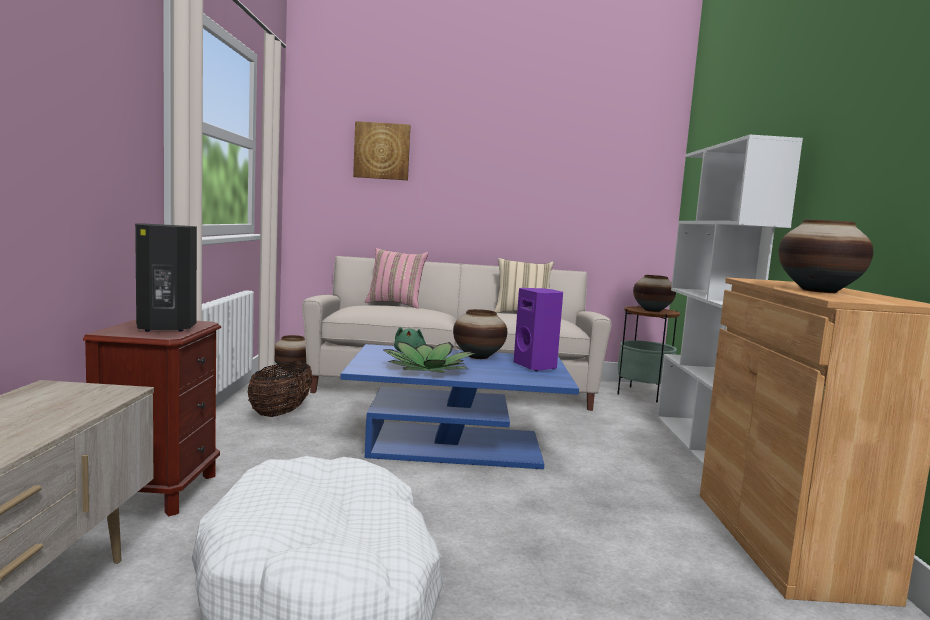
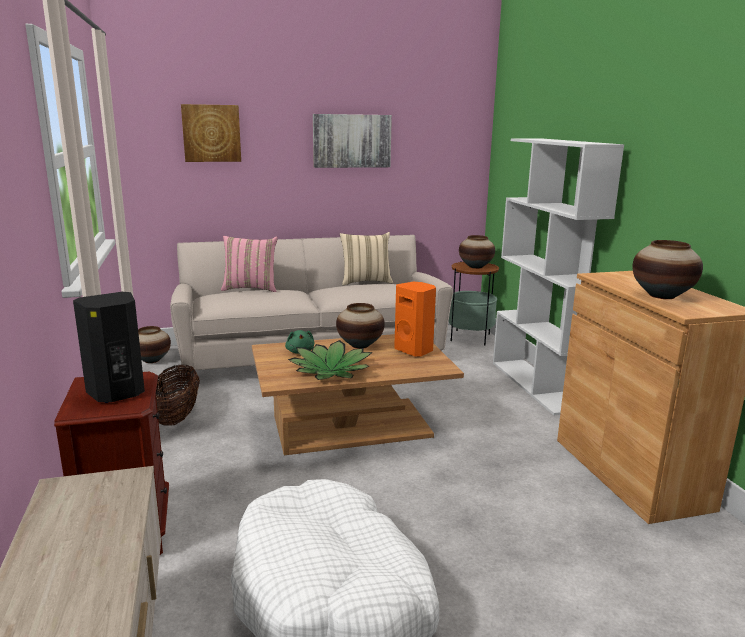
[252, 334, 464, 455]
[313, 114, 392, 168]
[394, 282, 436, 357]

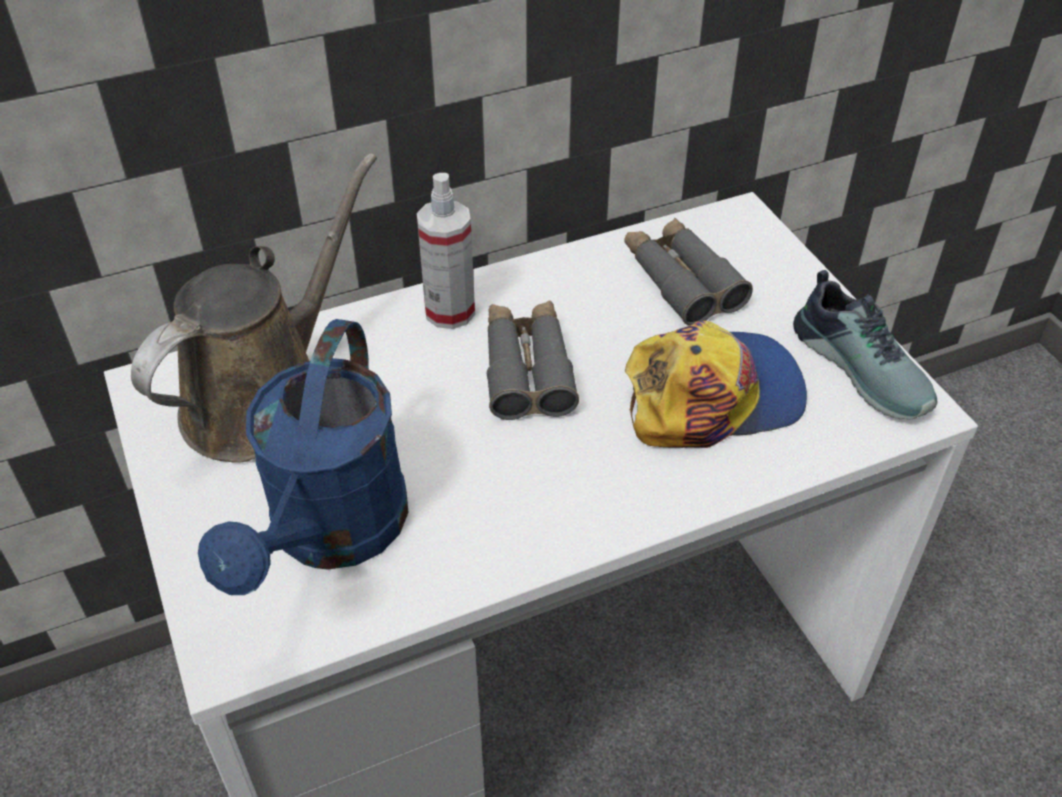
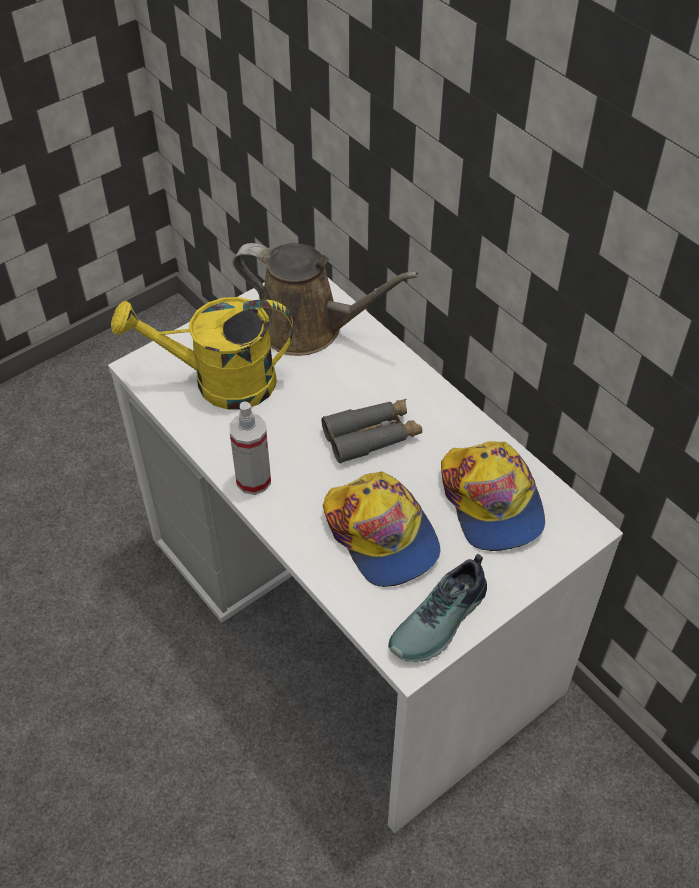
[111, 297, 293, 410]
[229, 402, 271, 495]
[441, 441, 545, 551]

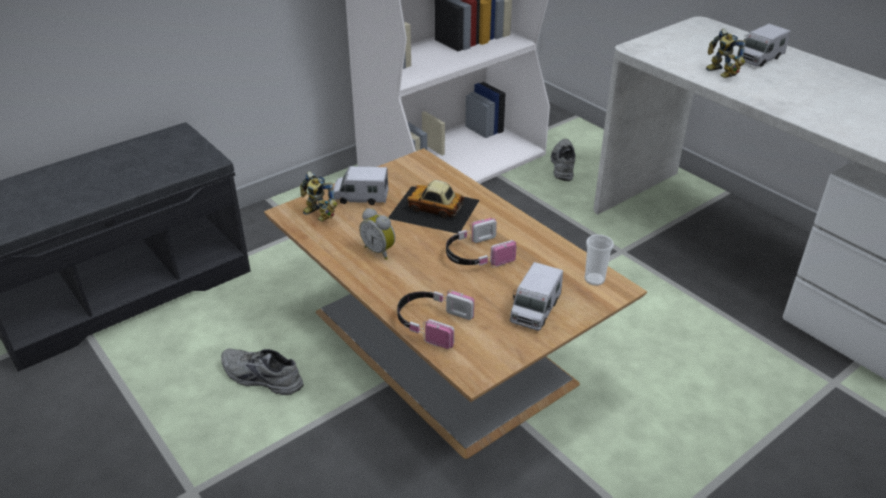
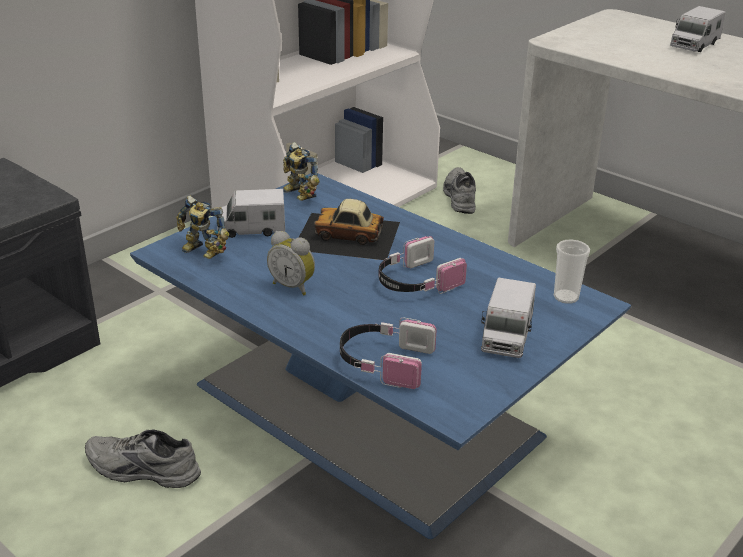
[130, 173, 631, 539]
[283, 142, 320, 201]

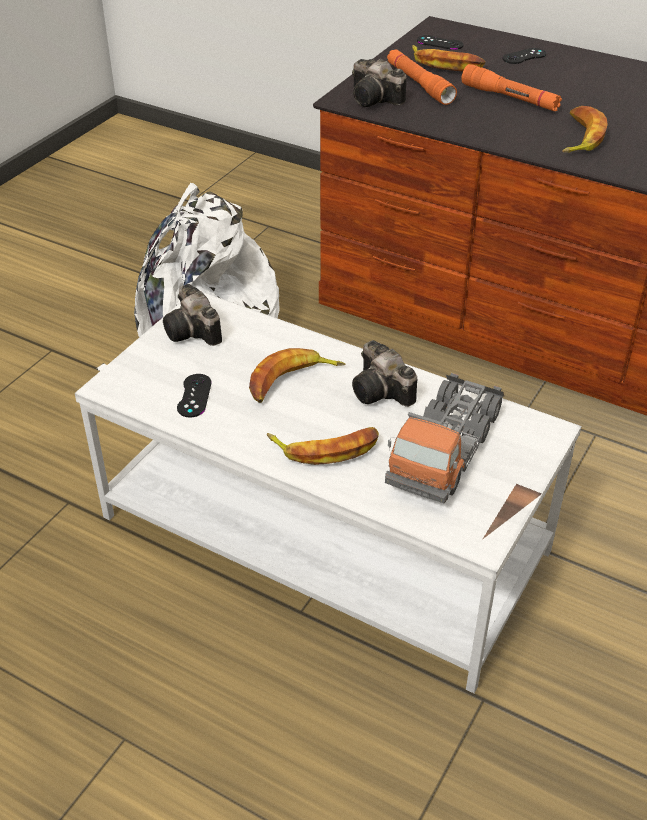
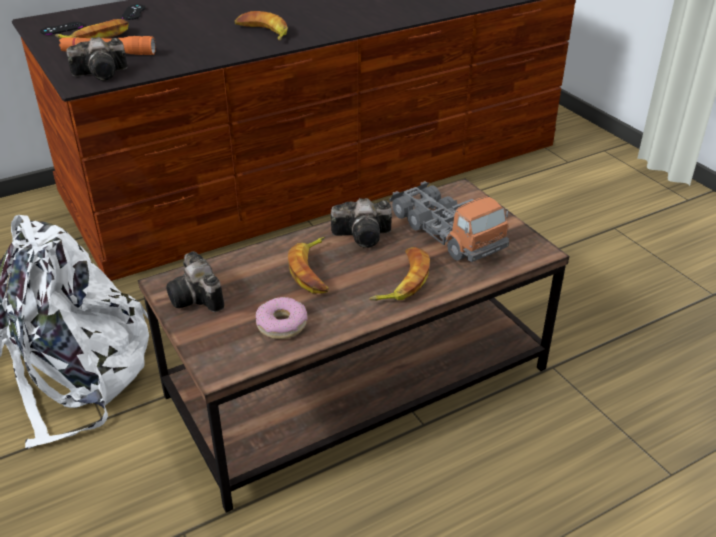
[138, 178, 569, 513]
[166, 251, 224, 312]
[256, 297, 307, 339]
[462, 64, 562, 111] (first image)

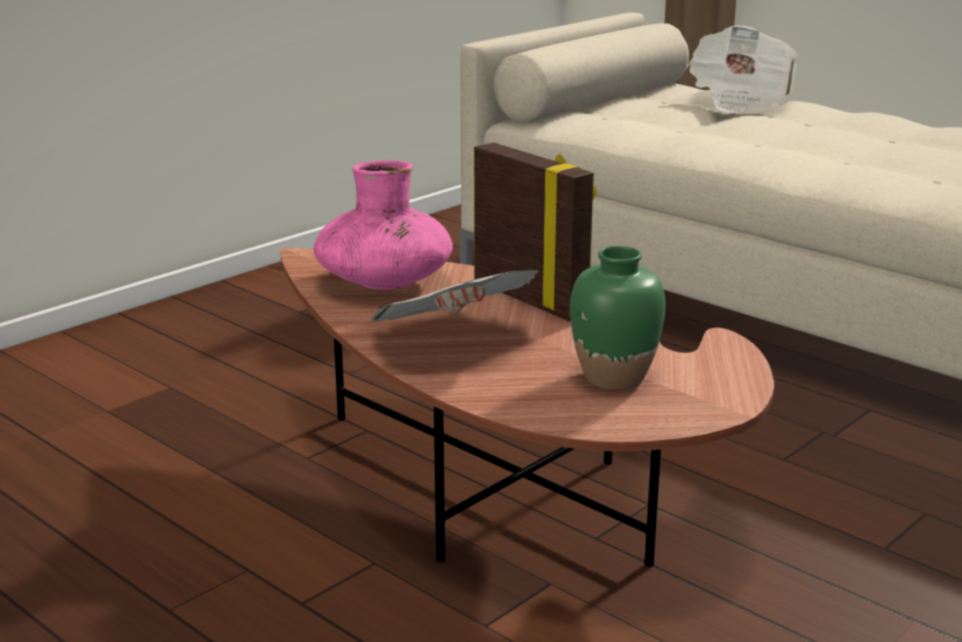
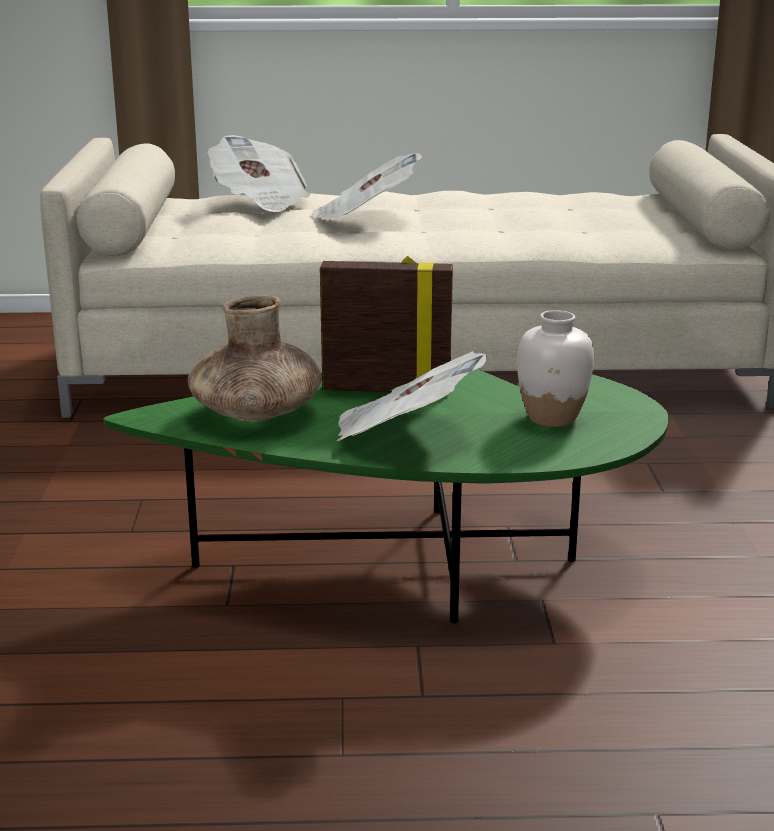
[103, 369, 669, 623]
[188, 295, 322, 422]
[311, 153, 422, 221]
[517, 310, 594, 427]

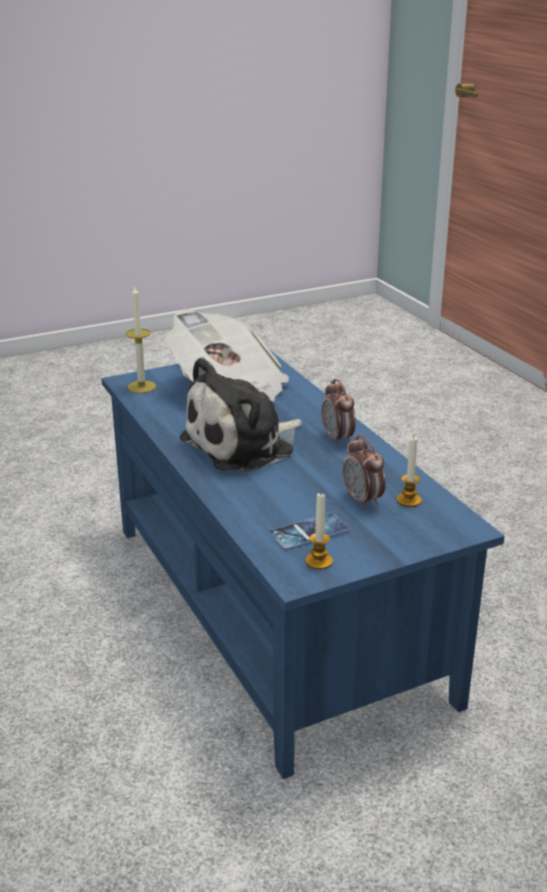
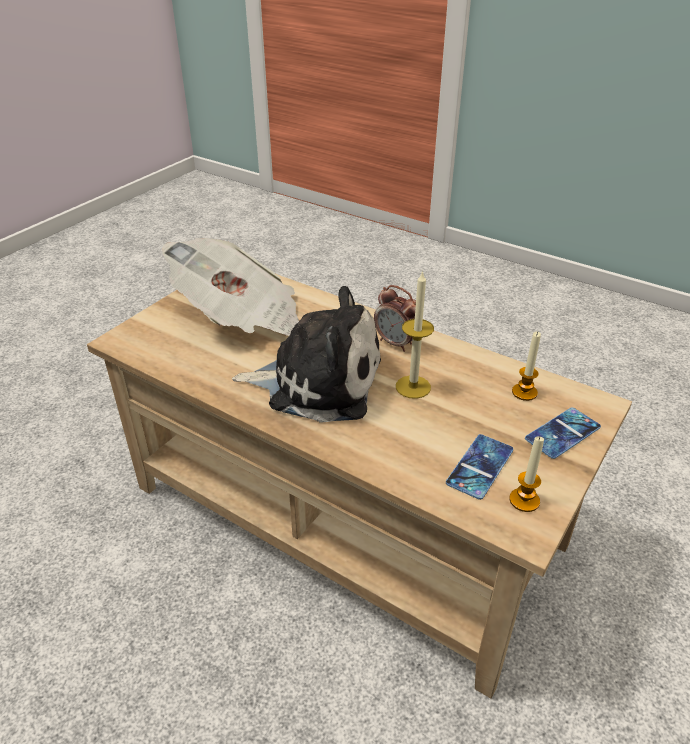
[87, 274, 632, 699]
[232, 286, 381, 423]
[396, 270, 434, 399]
[525, 408, 601, 459]
[343, 435, 386, 509] (first image)

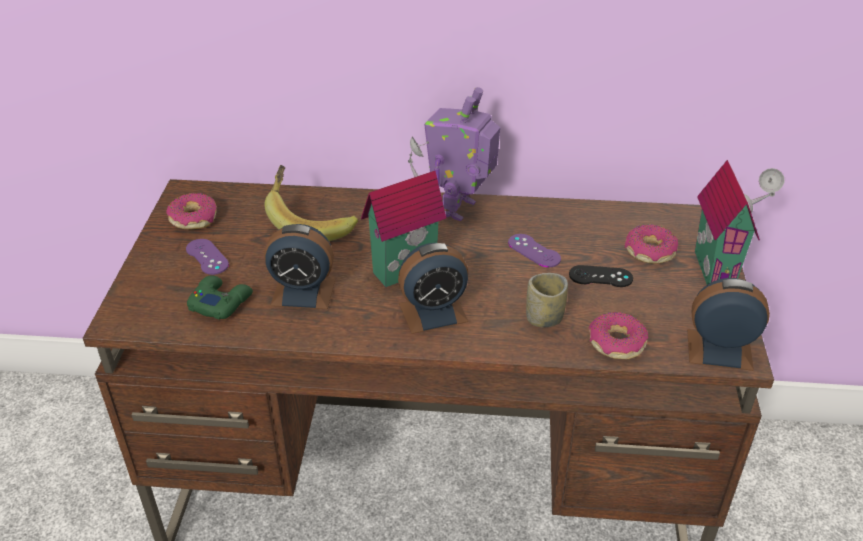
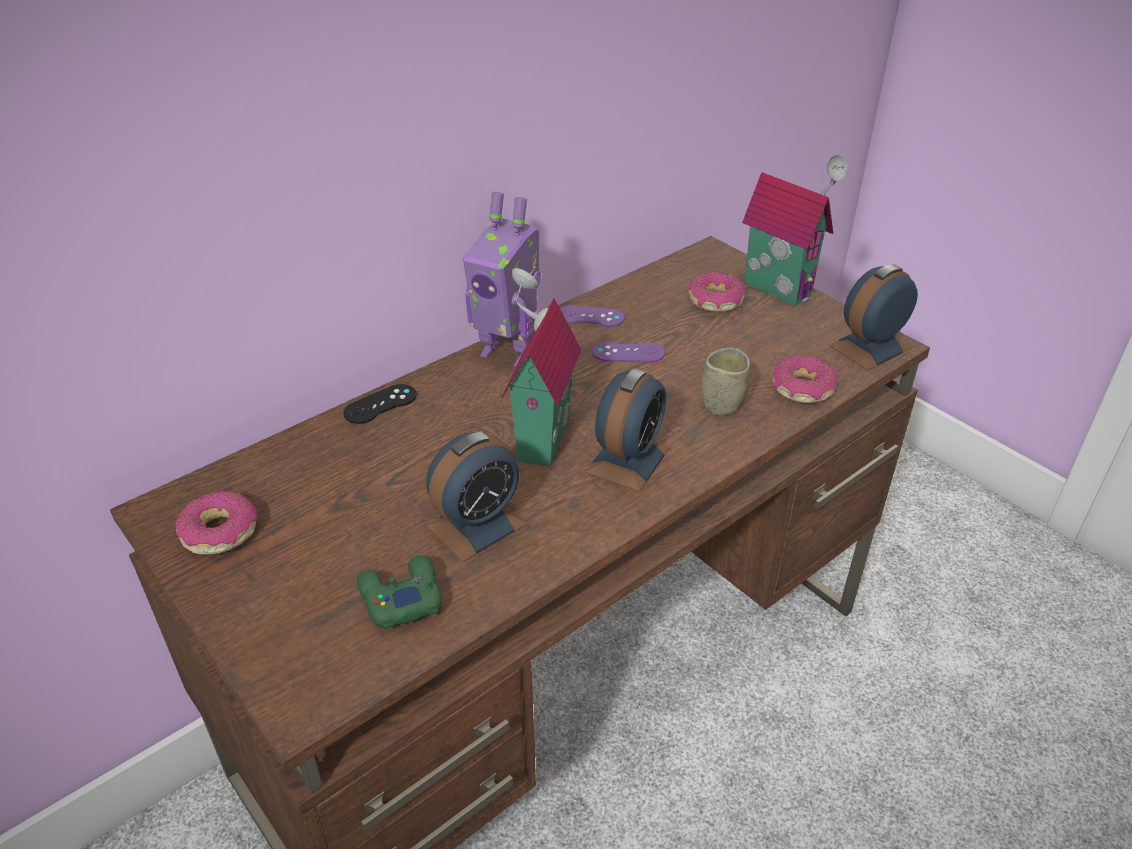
[343, 384, 417, 424]
[463, 192, 541, 367]
[560, 305, 625, 327]
[264, 165, 358, 241] (first image)

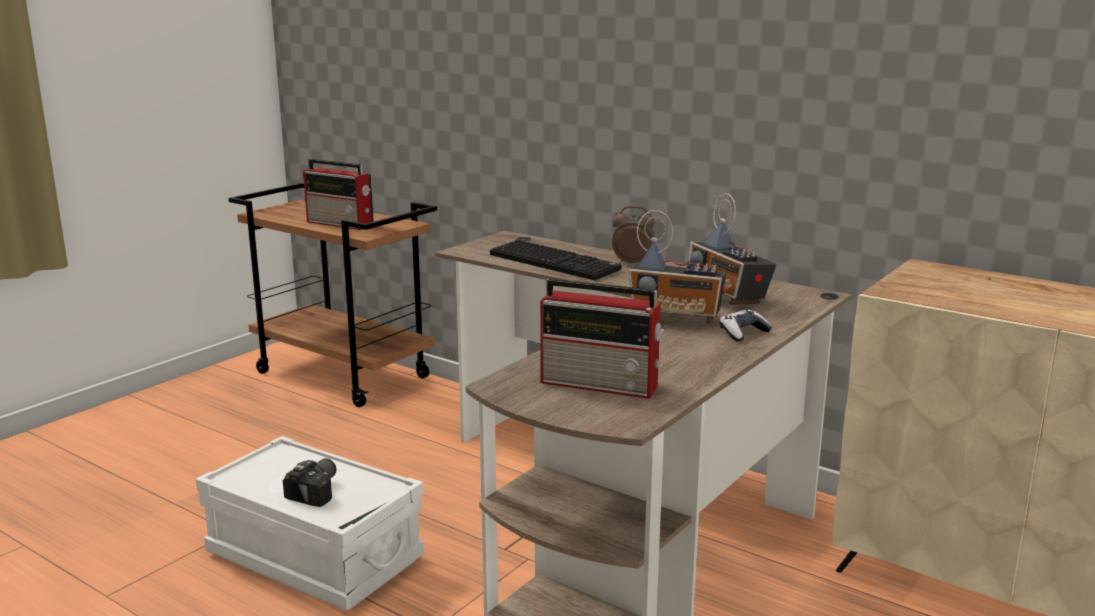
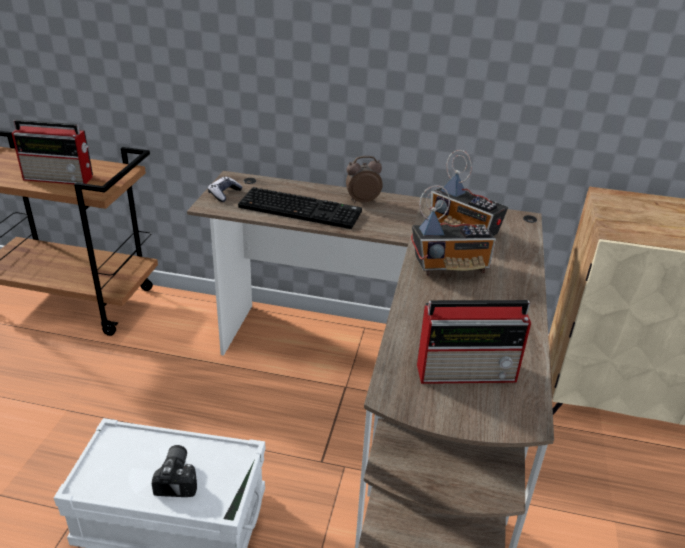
[208, 177, 243, 202]

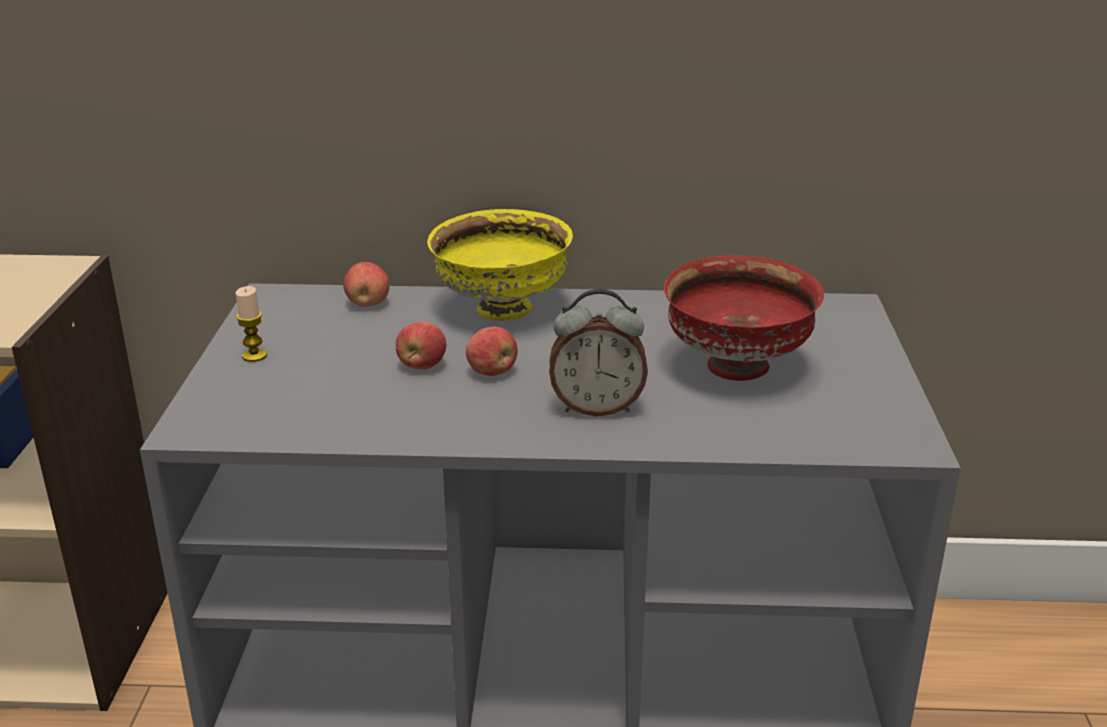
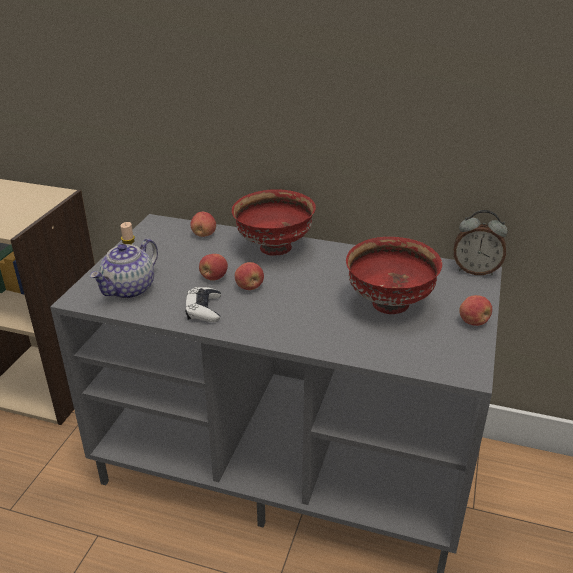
[90, 239, 158, 299]
[185, 287, 221, 322]
[232, 189, 316, 255]
[454, 210, 508, 275]
[459, 295, 492, 326]

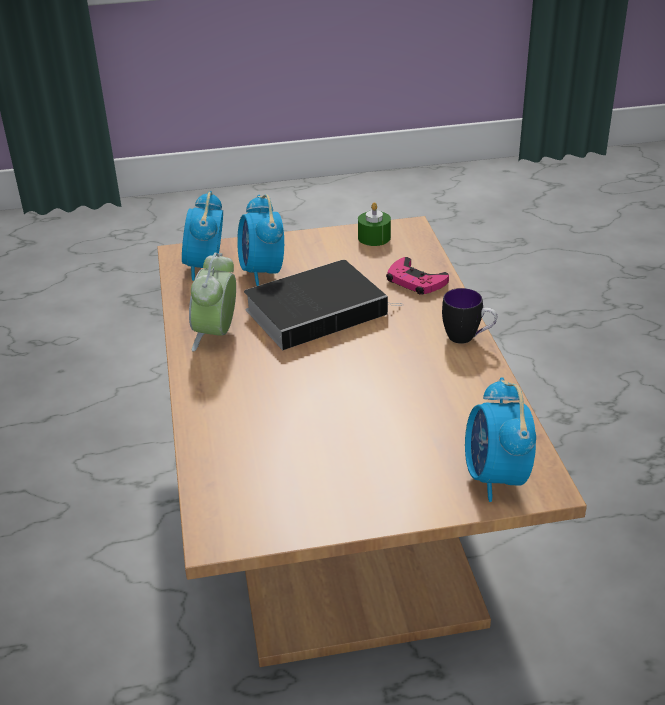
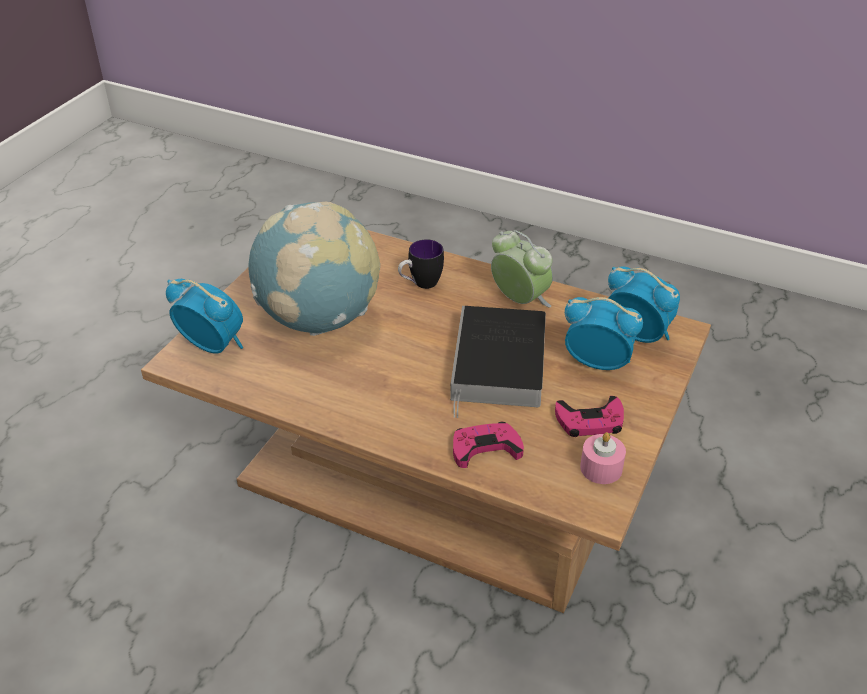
[248, 202, 380, 336]
[398, 239, 444, 289]
[555, 396, 624, 437]
[580, 432, 626, 484]

